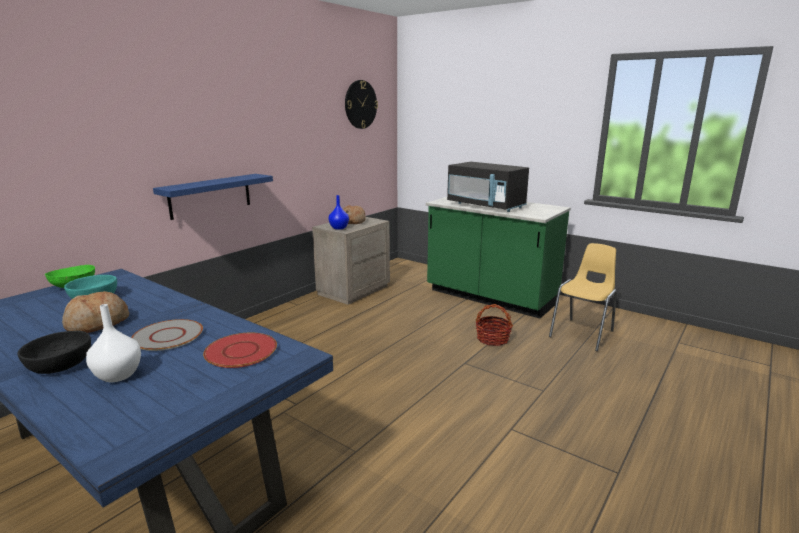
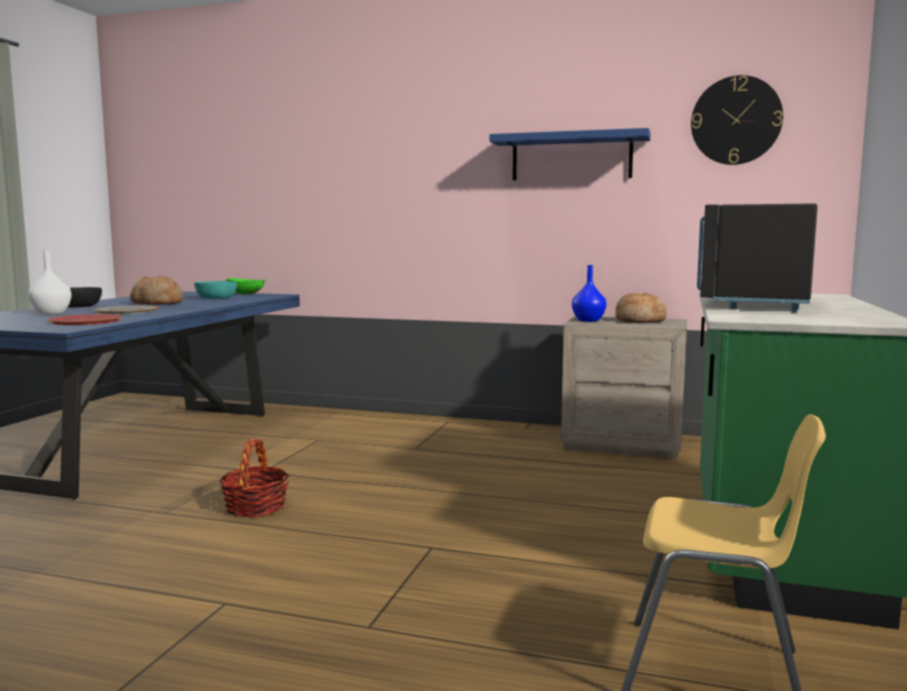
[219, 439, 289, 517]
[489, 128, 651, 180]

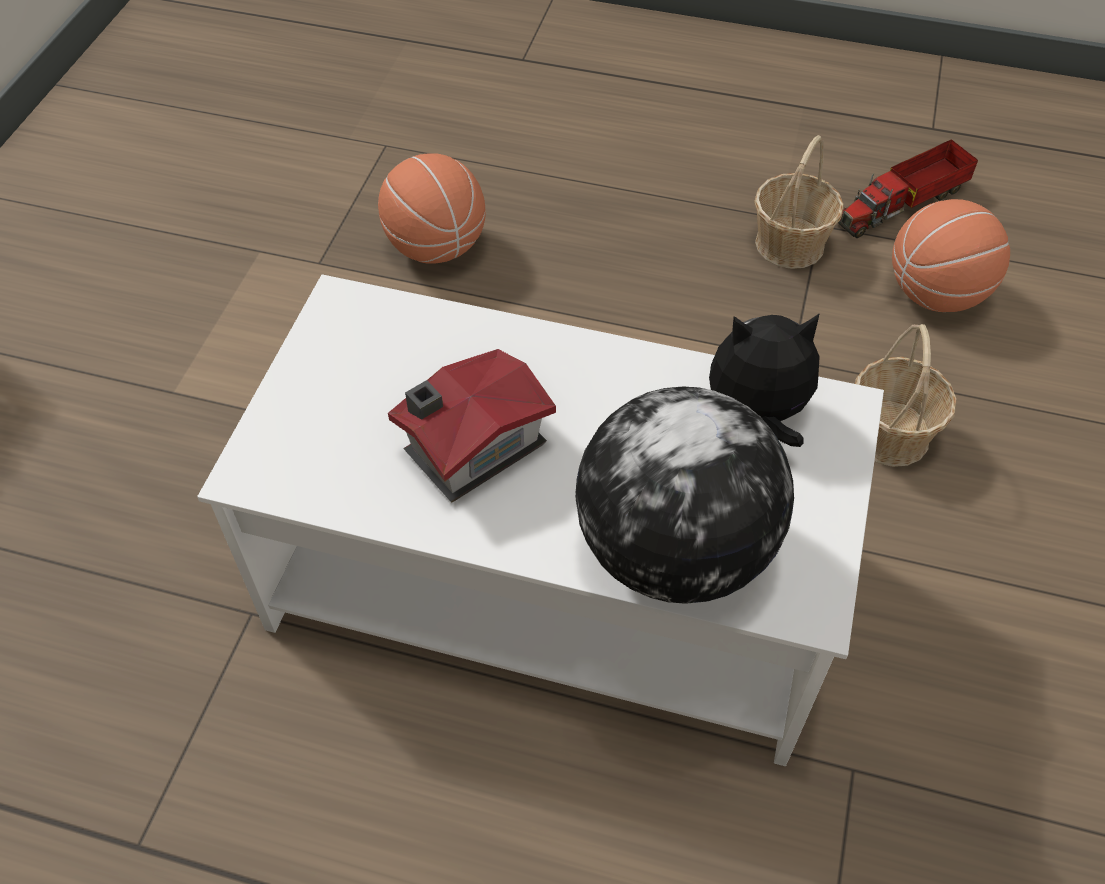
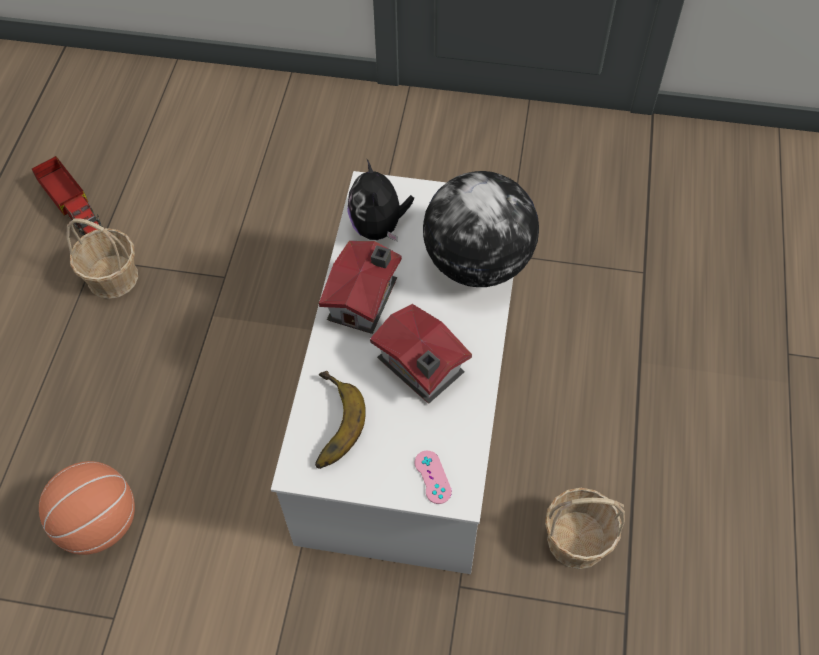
[315, 371, 366, 469]
[319, 241, 402, 334]
[414, 451, 452, 504]
[545, 488, 625, 569]
[892, 199, 1010, 312] (first image)

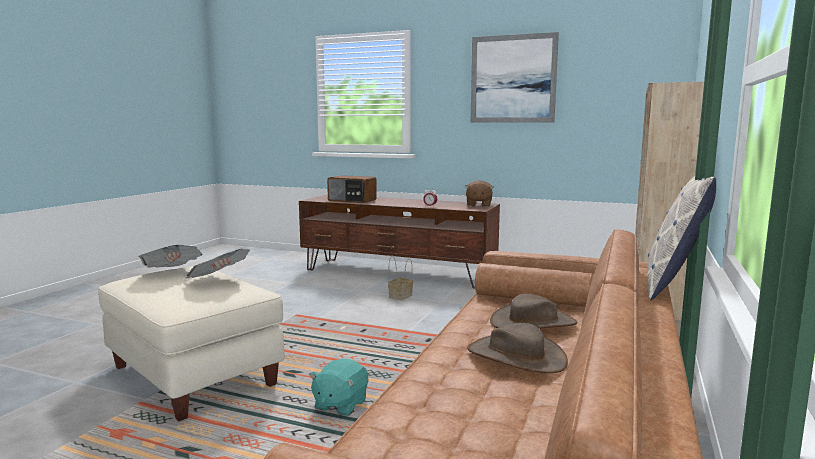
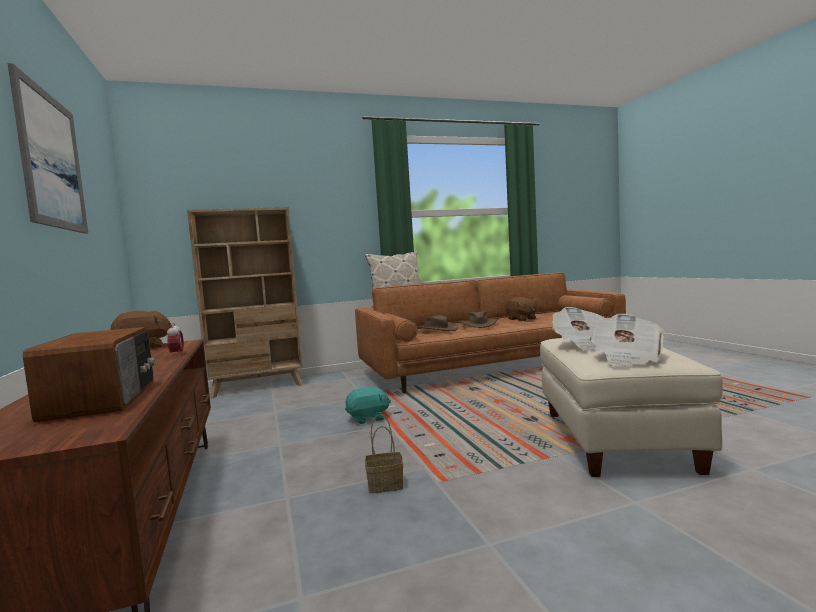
[345, 387, 391, 424]
[365, 414, 403, 493]
[506, 297, 537, 321]

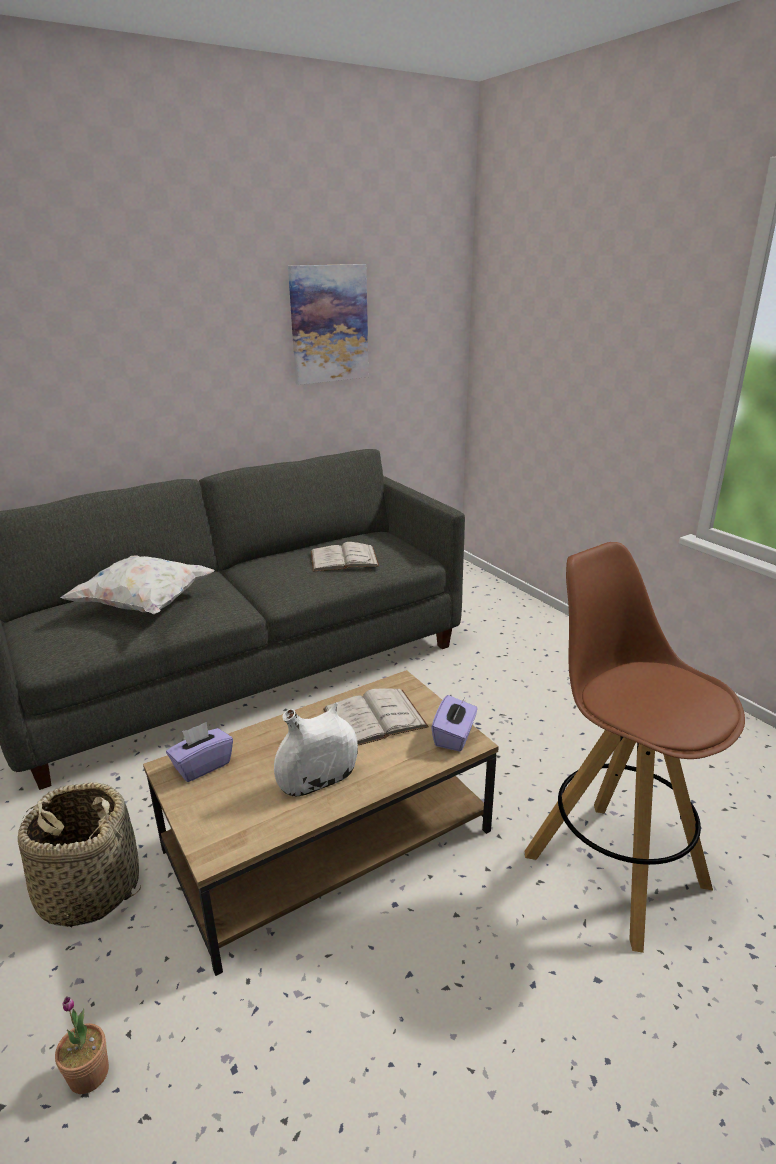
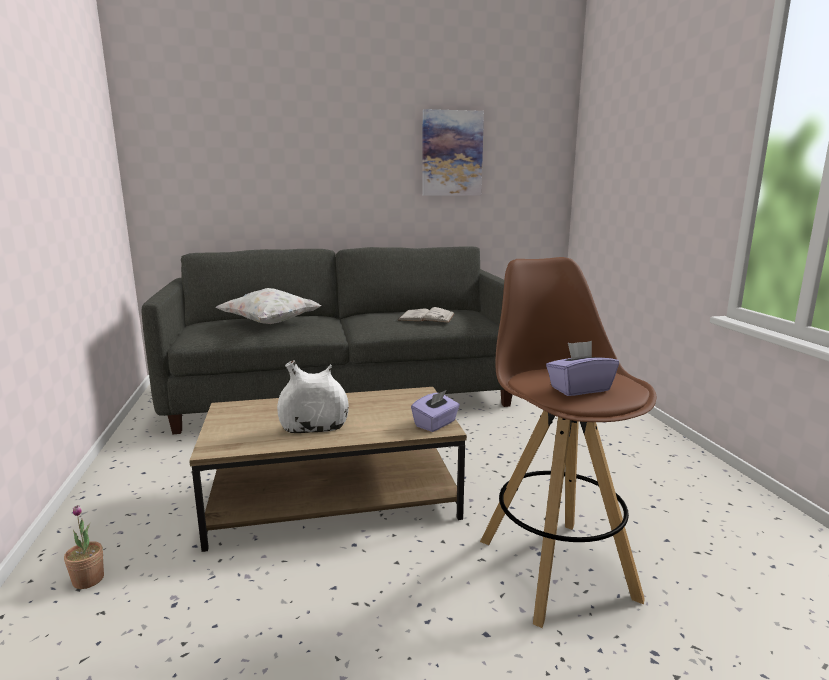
[546, 341, 619, 396]
[18, 782, 141, 927] (first image)
[323, 688, 429, 745] (first image)

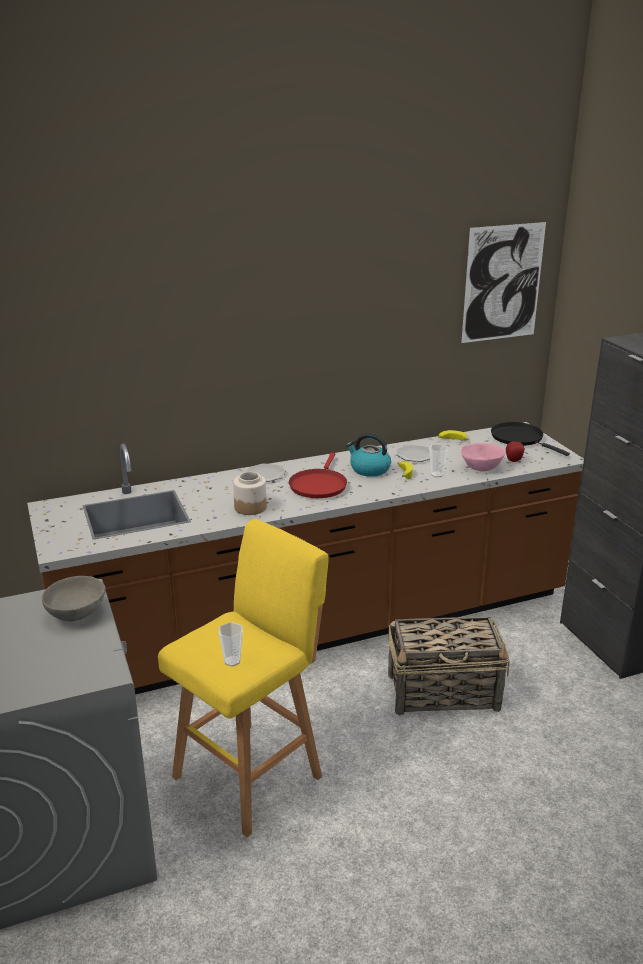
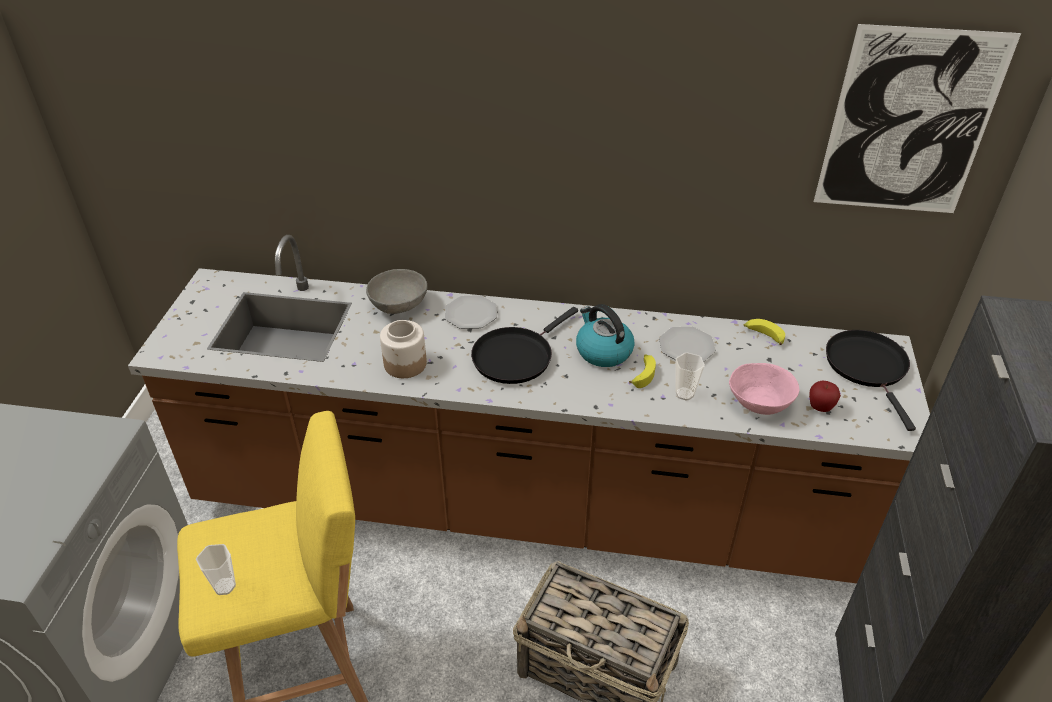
[366, 269, 427, 314]
[471, 307, 578, 384]

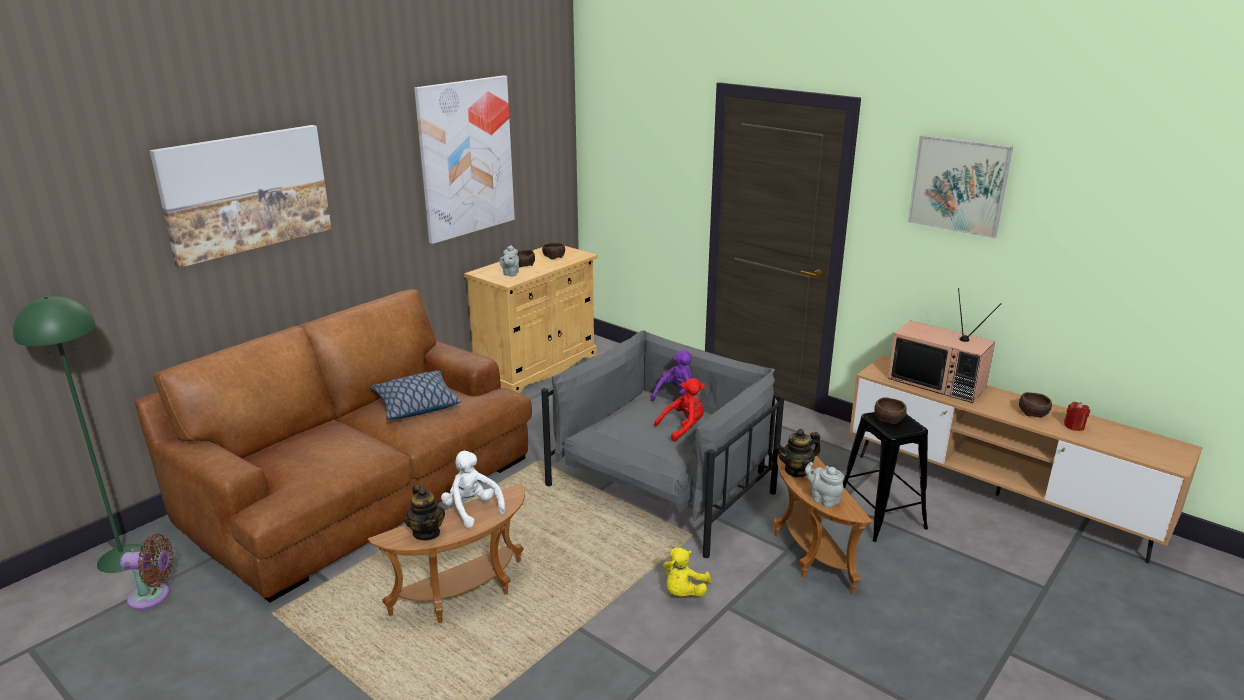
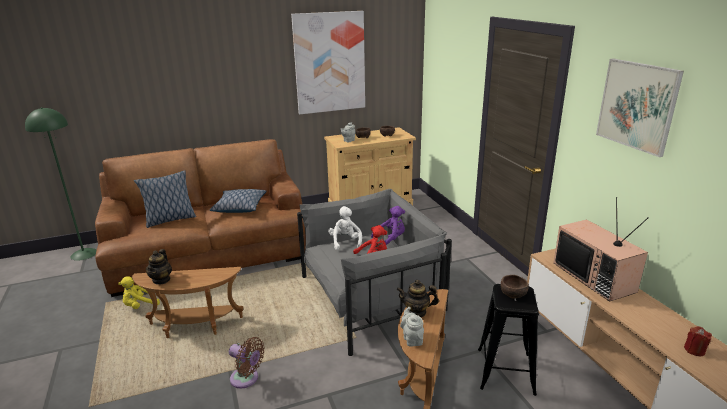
[118, 276, 160, 309]
[134, 170, 196, 228]
[229, 337, 264, 389]
[328, 206, 362, 250]
[149, 125, 331, 268] (first image)
[1019, 392, 1052, 418] (first image)

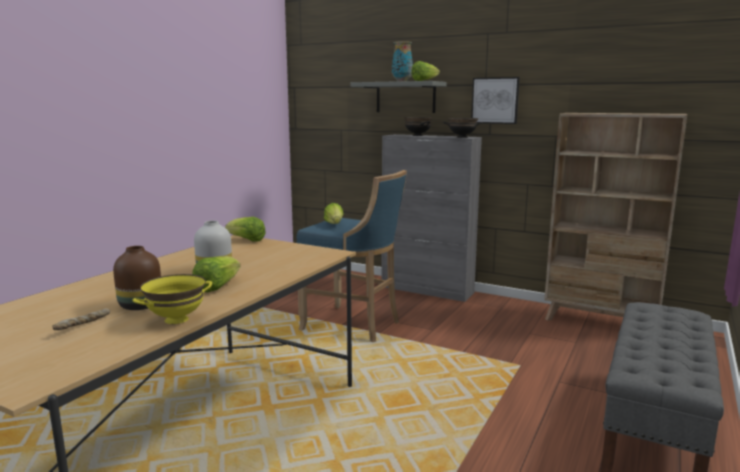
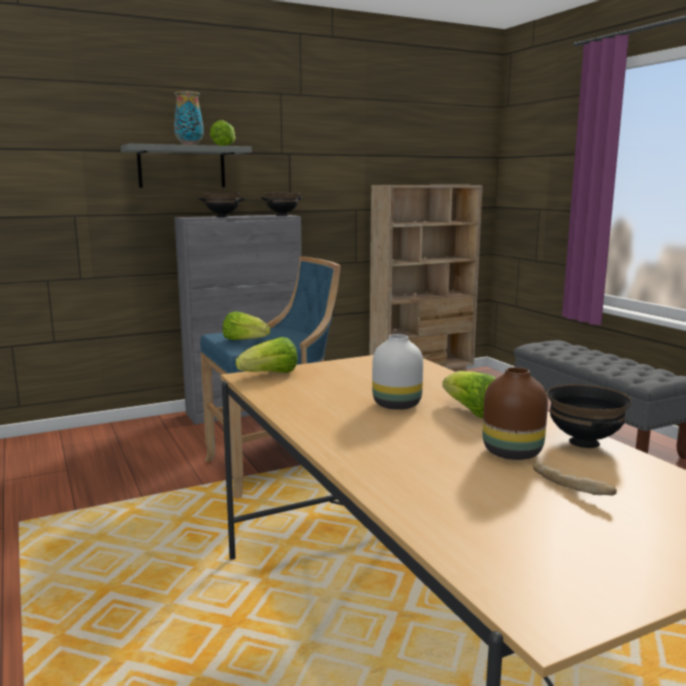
[547, 384, 632, 448]
[471, 77, 520, 124] (first image)

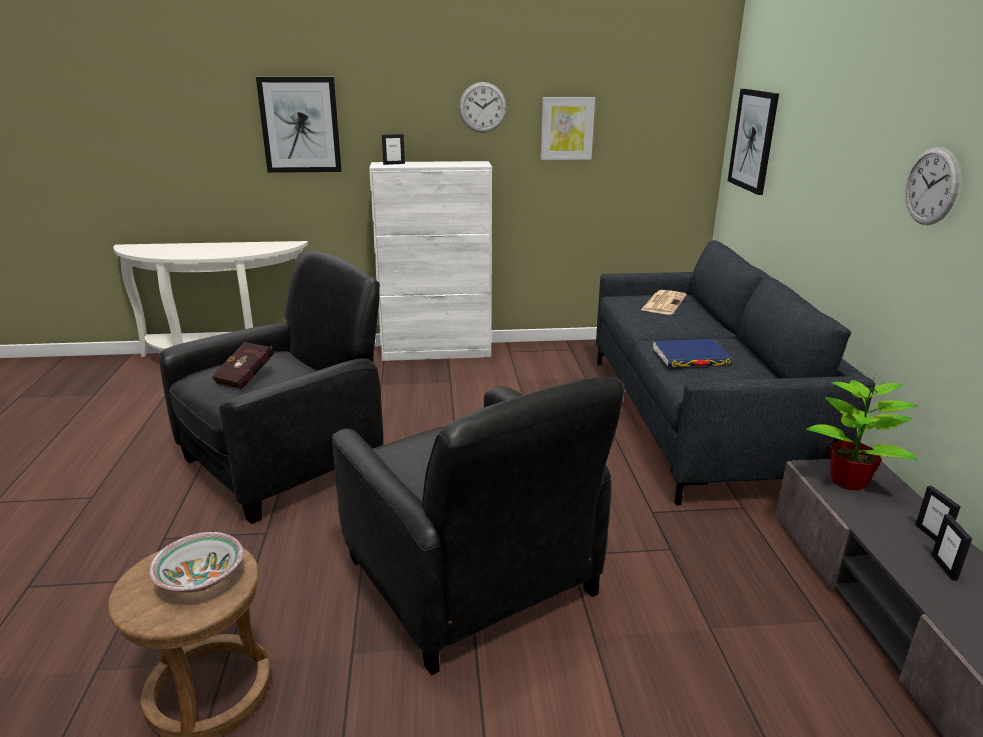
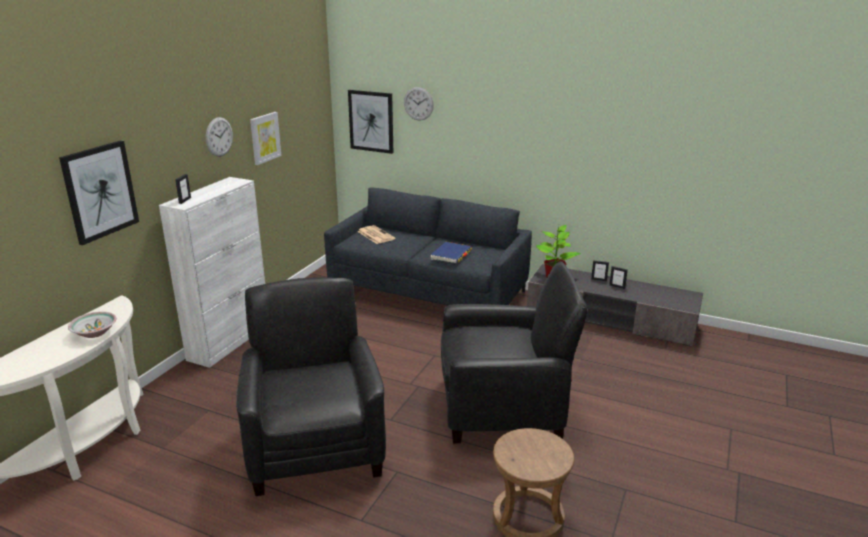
[68, 312, 116, 338]
[404, 87, 434, 120]
[211, 342, 274, 389] (first image)

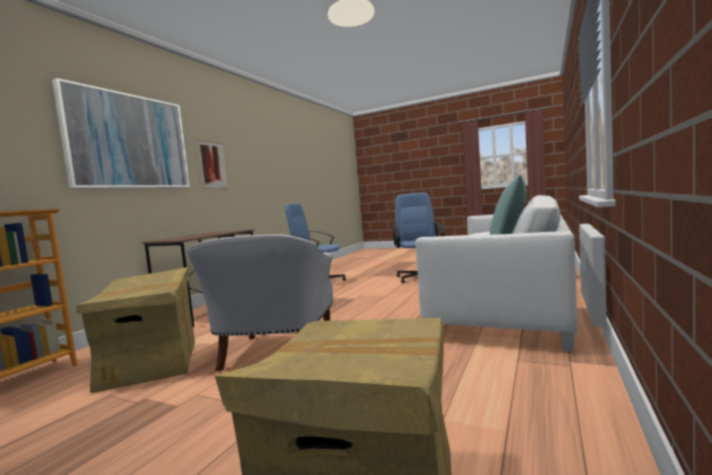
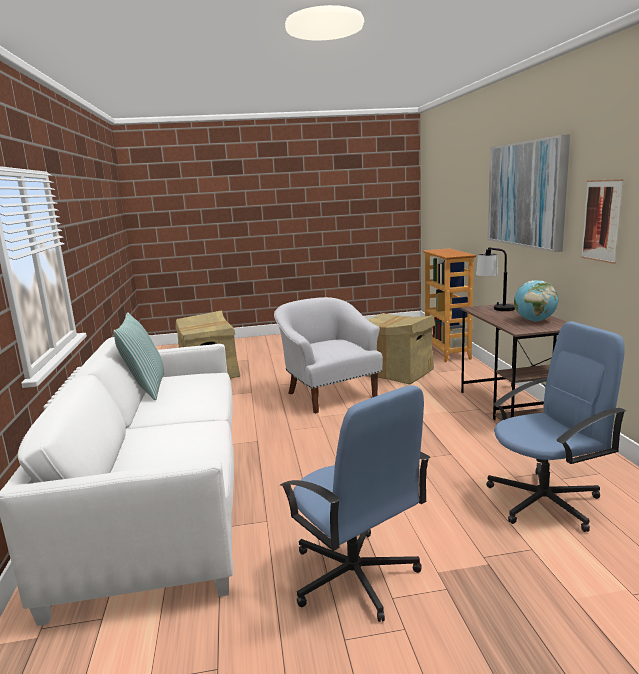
[476, 247, 515, 311]
[514, 280, 558, 322]

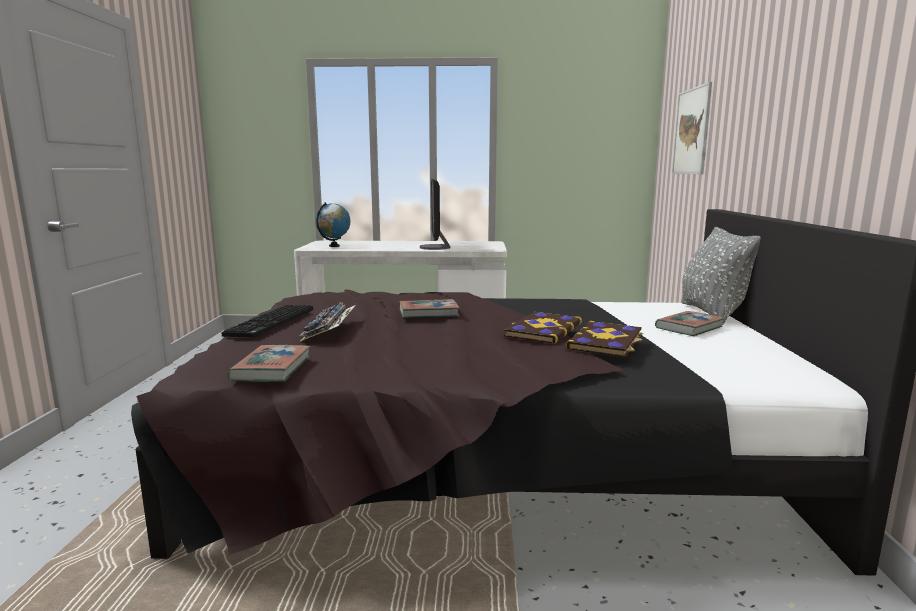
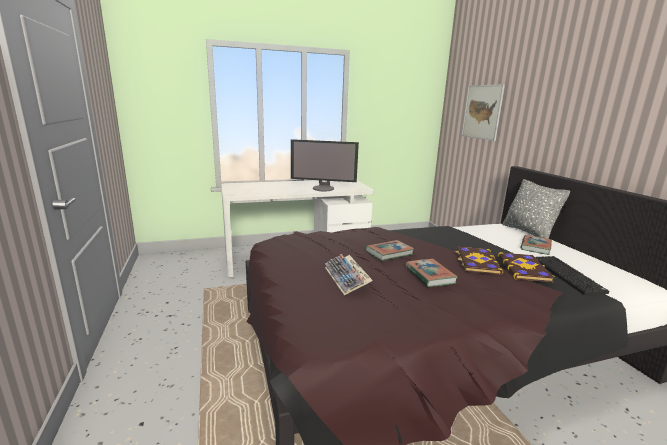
[291, 139, 359, 191]
[405, 259, 458, 287]
[535, 256, 609, 295]
[315, 202, 350, 247] (first image)

